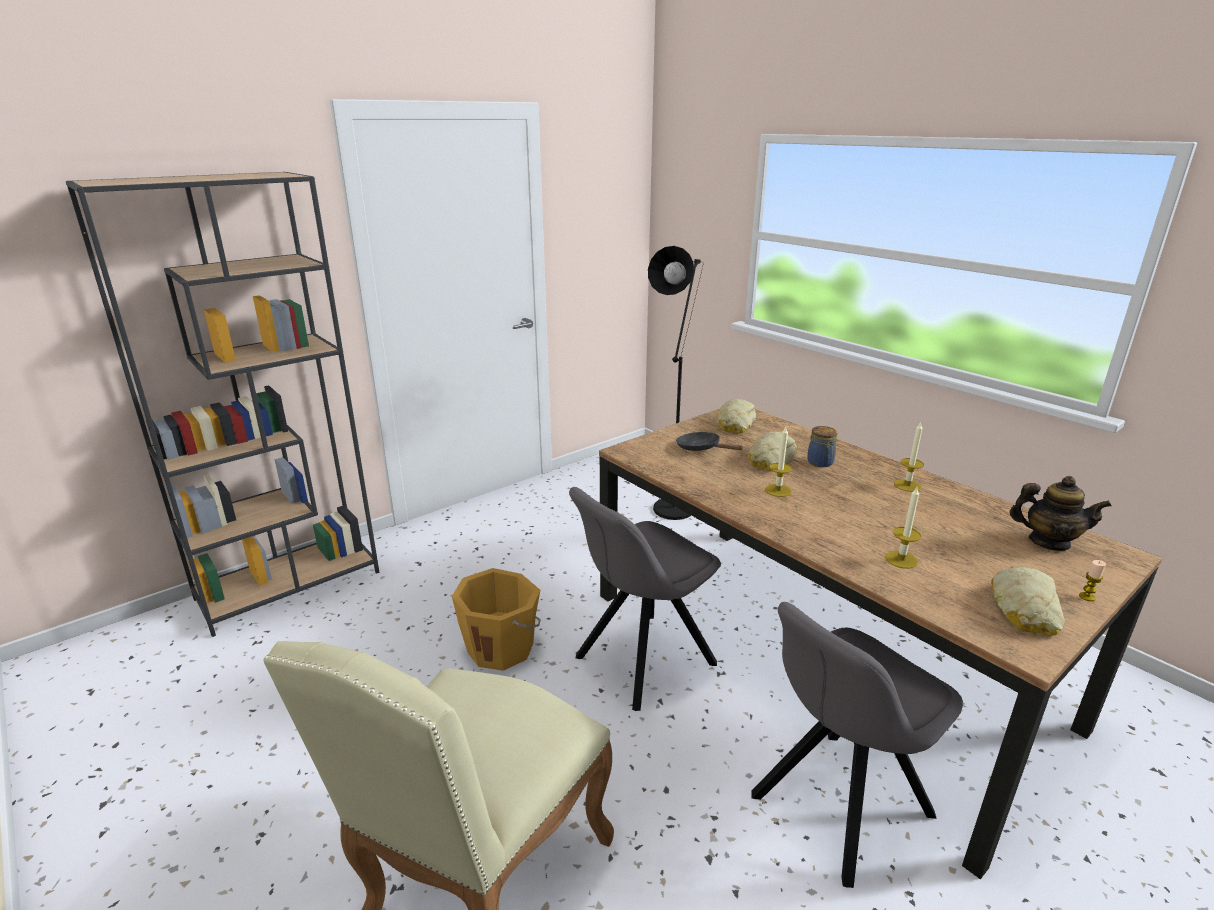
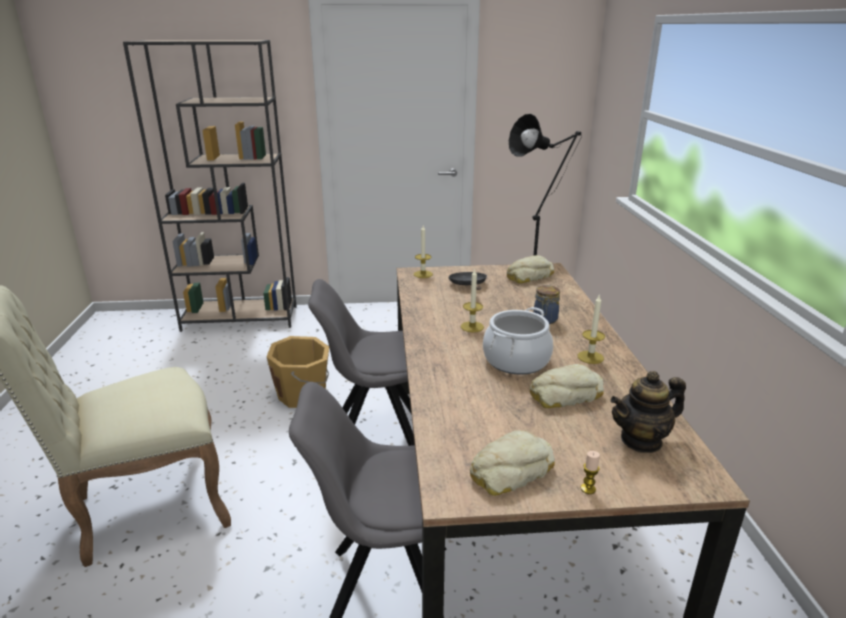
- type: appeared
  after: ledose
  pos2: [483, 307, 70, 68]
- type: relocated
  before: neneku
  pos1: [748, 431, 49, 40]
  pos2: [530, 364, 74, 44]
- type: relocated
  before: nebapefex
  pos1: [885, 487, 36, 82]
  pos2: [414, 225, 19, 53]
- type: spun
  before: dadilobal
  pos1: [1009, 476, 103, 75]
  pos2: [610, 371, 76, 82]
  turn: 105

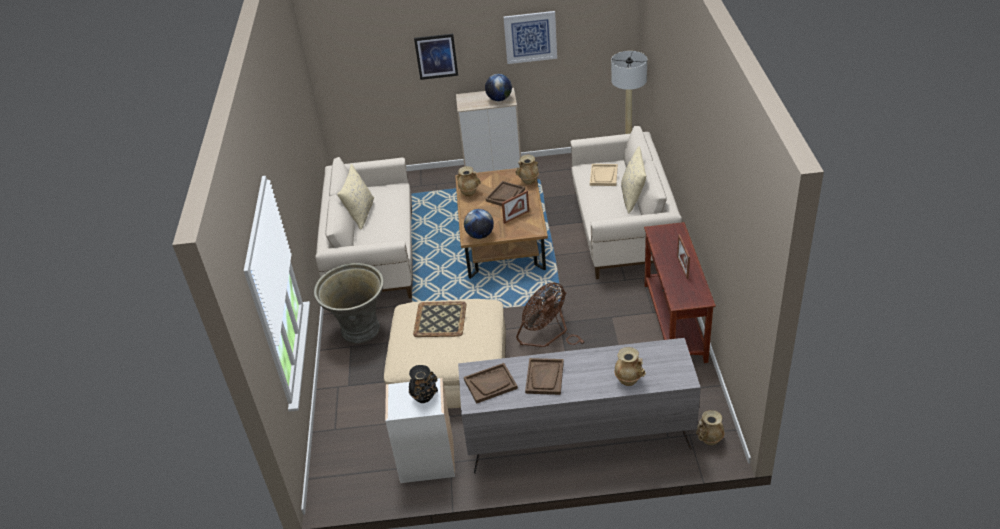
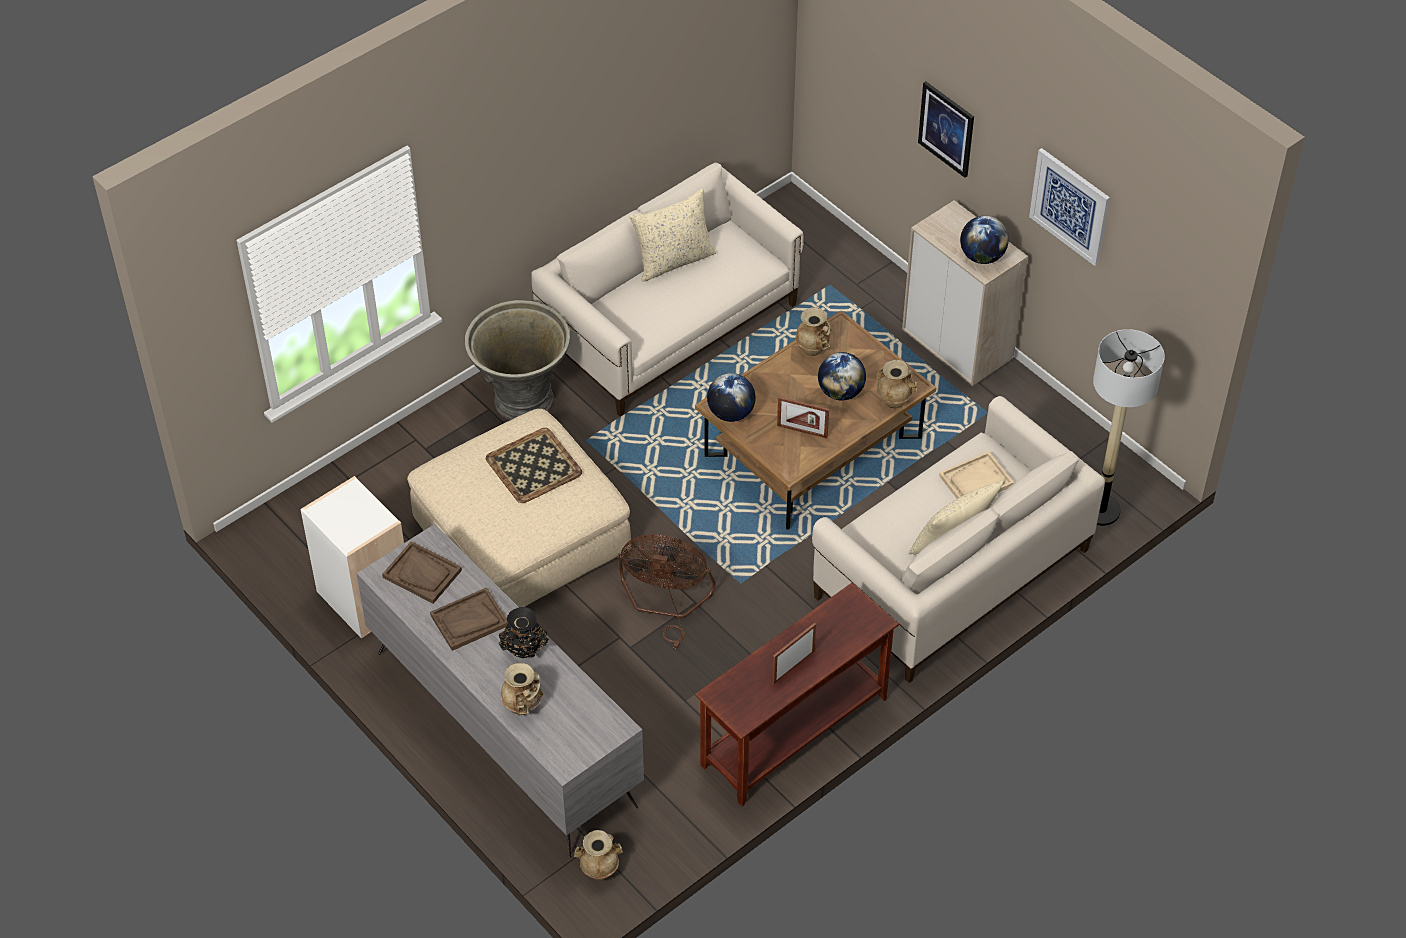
- type: relocated
  before: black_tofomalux
  pos1: [409, 365, 29, 38]
  pos2: [499, 607, 49, 51]
- type: exchanged
  before: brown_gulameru
  after: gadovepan
  pos1: [486, 181, 39, 25]
  pos2: [818, 352, 48, 49]

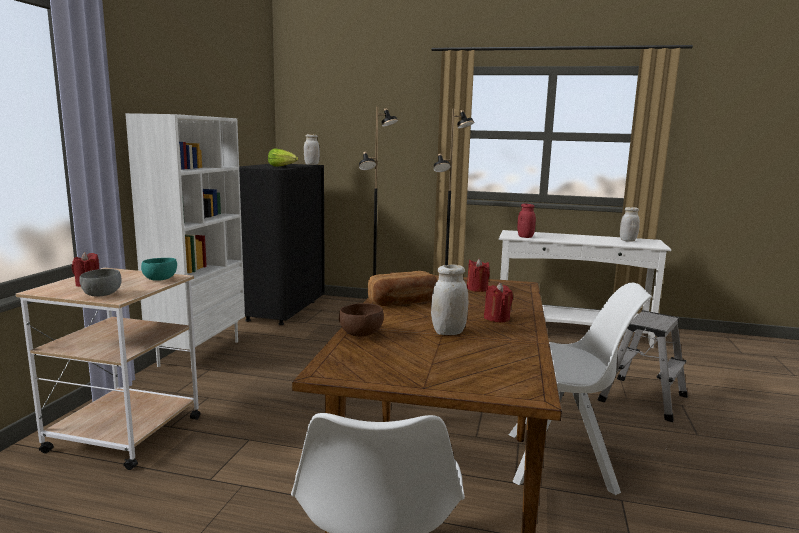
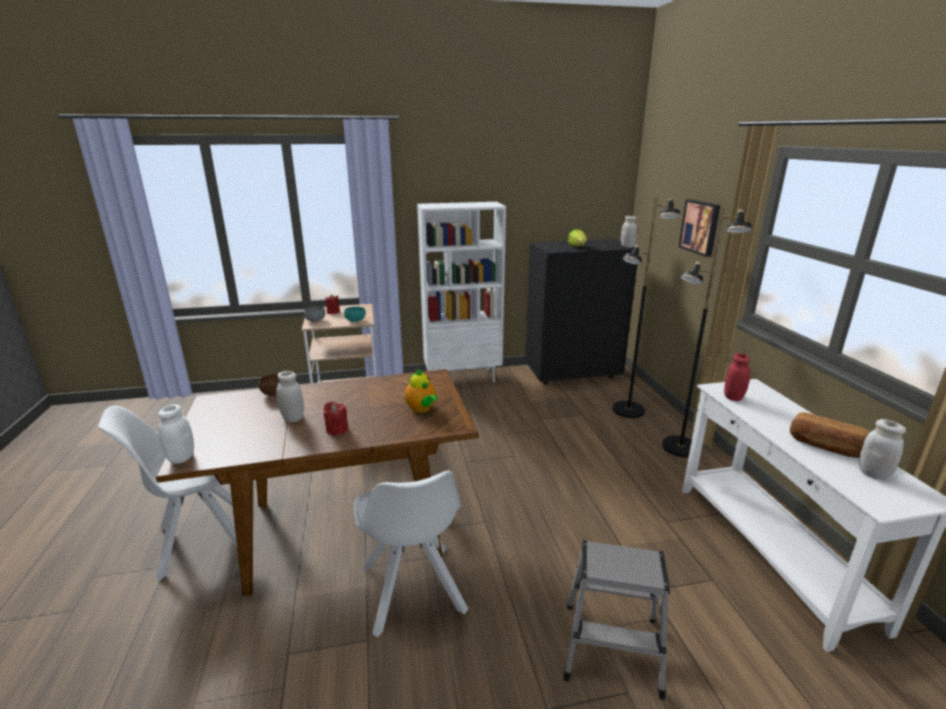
- type: appeared
  after: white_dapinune
  pos2: [158, 405, 36, 59]
- type: appeared
  after: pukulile
  pos2: [679, 199, 42, 58]
- type: relocated
  before: neneku
  pos1: [368, 271, 69, 35]
  pos2: [790, 412, 80, 46]
- type: exchanged
  before: red_nebapefex
  after: dadilobal
  pos1: [467, 258, 23, 34]
  pos2: [405, 369, 33, 44]

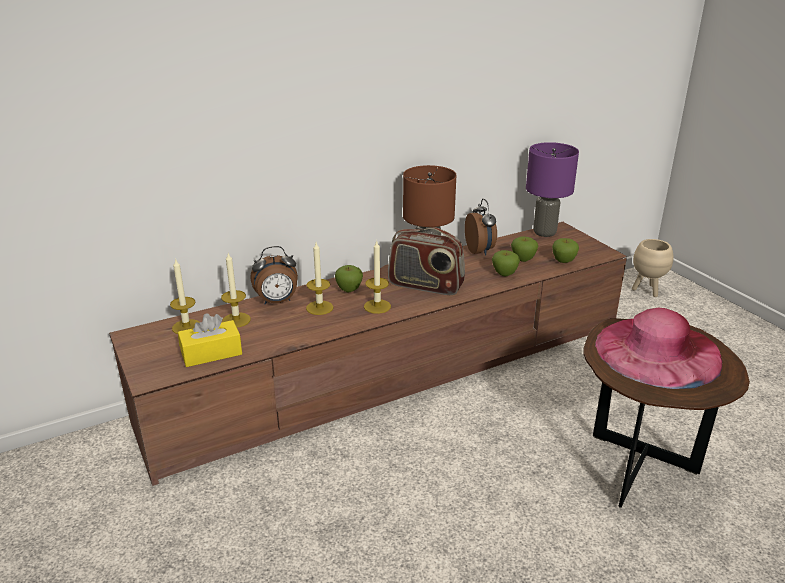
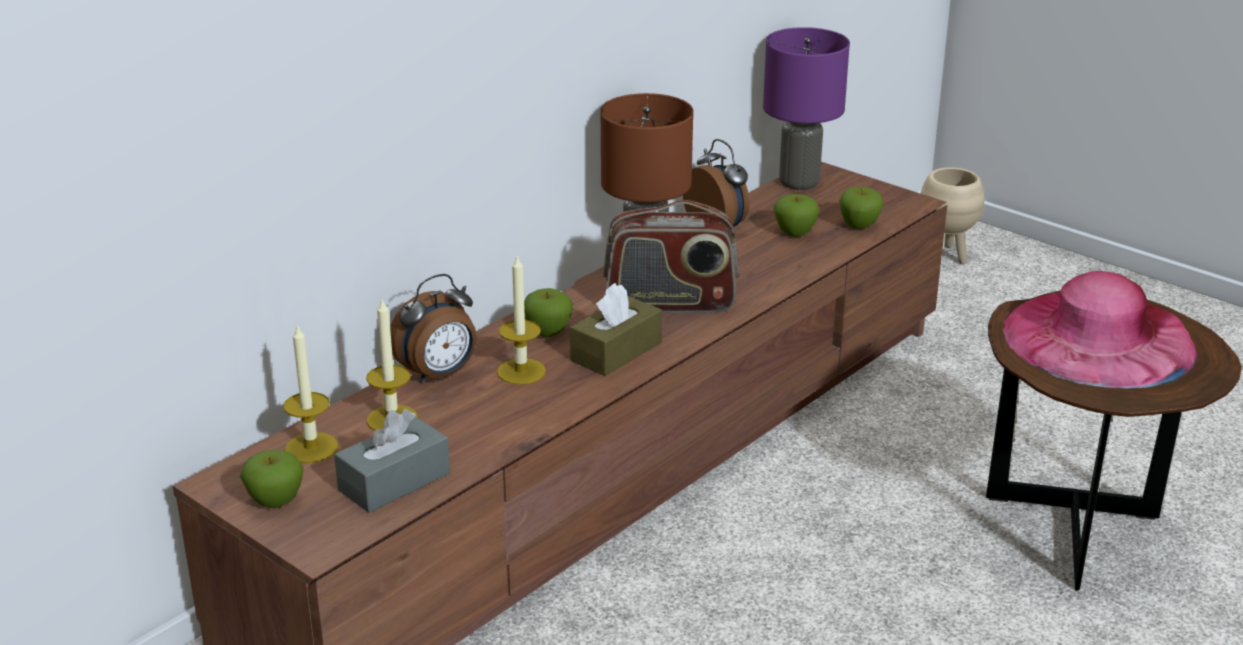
- type: relocated
  before: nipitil
  pos1: [492, 250, 28, 26]
  pos2: [240, 450, 64, 58]
- type: exchanged
  before: nebapefex
  after: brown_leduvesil
  pos1: [364, 240, 27, 74]
  pos2: [570, 283, 92, 93]
- type: colour
  before: yellow_leduvesil
  after: grey_leduvesil
  pos1: [178, 313, 64, 54]
  pos2: [334, 409, 116, 104]

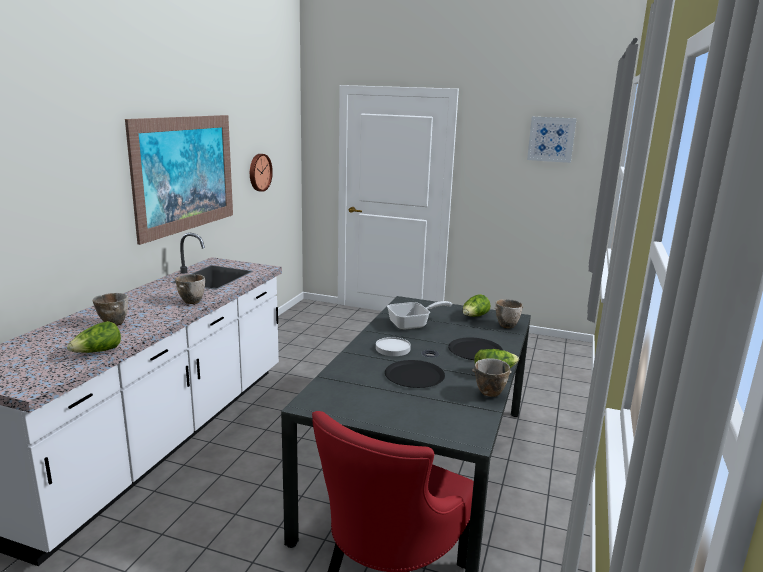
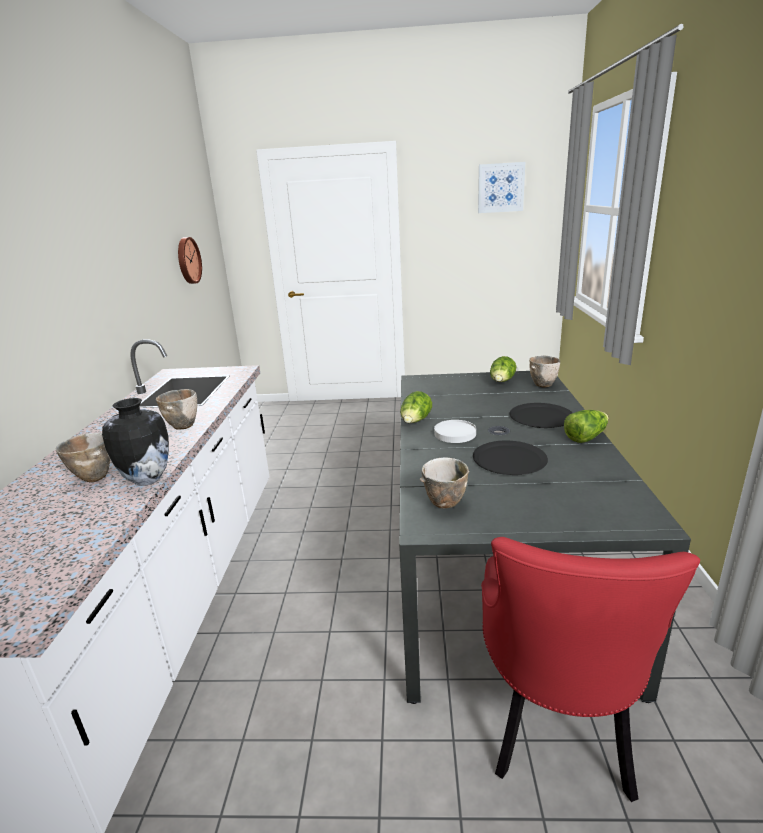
- type: missing
  before: pukulile
  pos1: [125, 115, 108, 130]
- type: missing
  before: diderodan
  pos1: [387, 301, 65, 29]
- type: appeared
  after: tofomalux
  pos2: [102, 398, 67, 88]
- type: relocated
  before: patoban
  pos1: [67, 321, 54, 32]
  pos2: [400, 391, 32, 32]
- type: relocated
  before: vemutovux
  pos1: [472, 358, 40, 39]
  pos2: [420, 457, 50, 51]

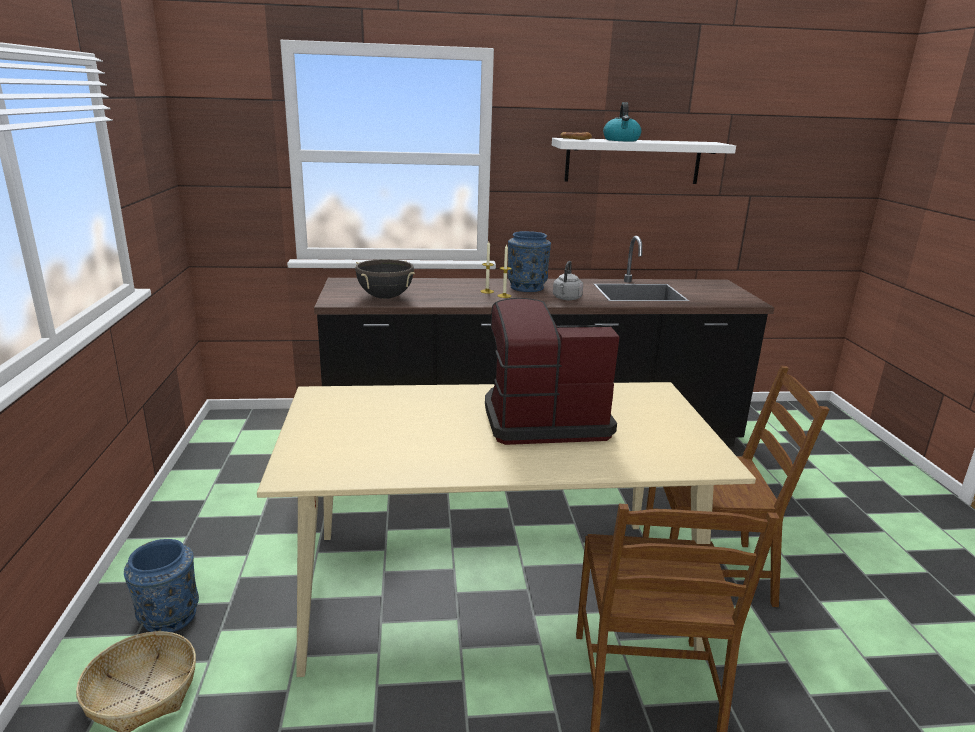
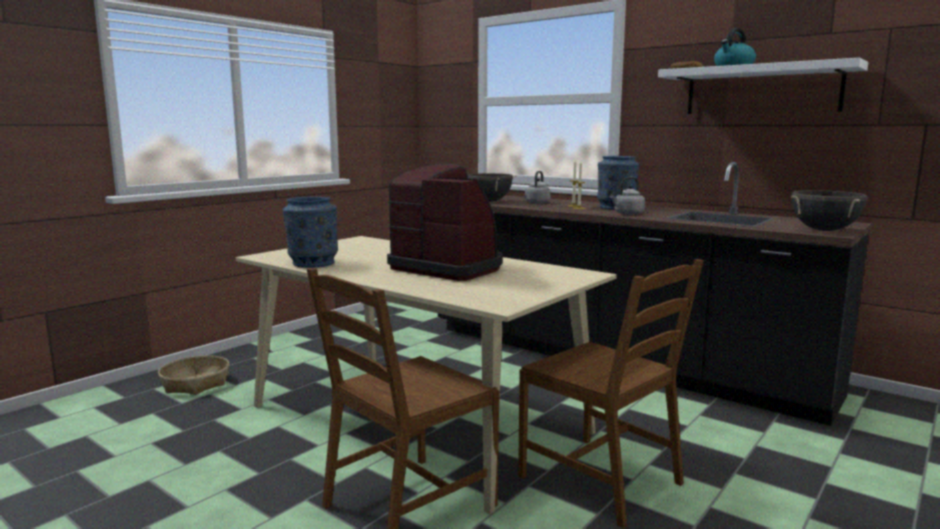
- type: appeared
  after: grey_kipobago
  pos2: [525, 171, 26, 33]
- type: appeared
  after: black_ledose
  pos2: [790, 190, 77, 41]
- type: relocated
  before: blue_tofomalux
  pos1: [124, 539, 75, 93]
  pos2: [283, 197, 55, 71]

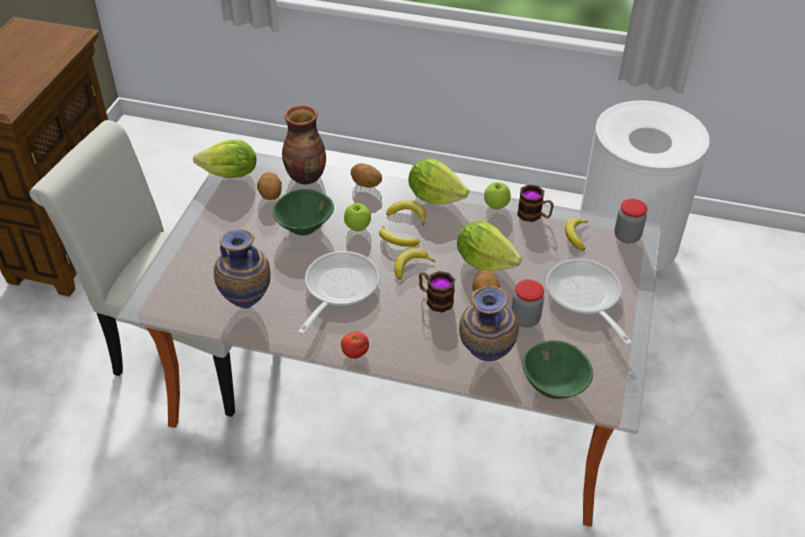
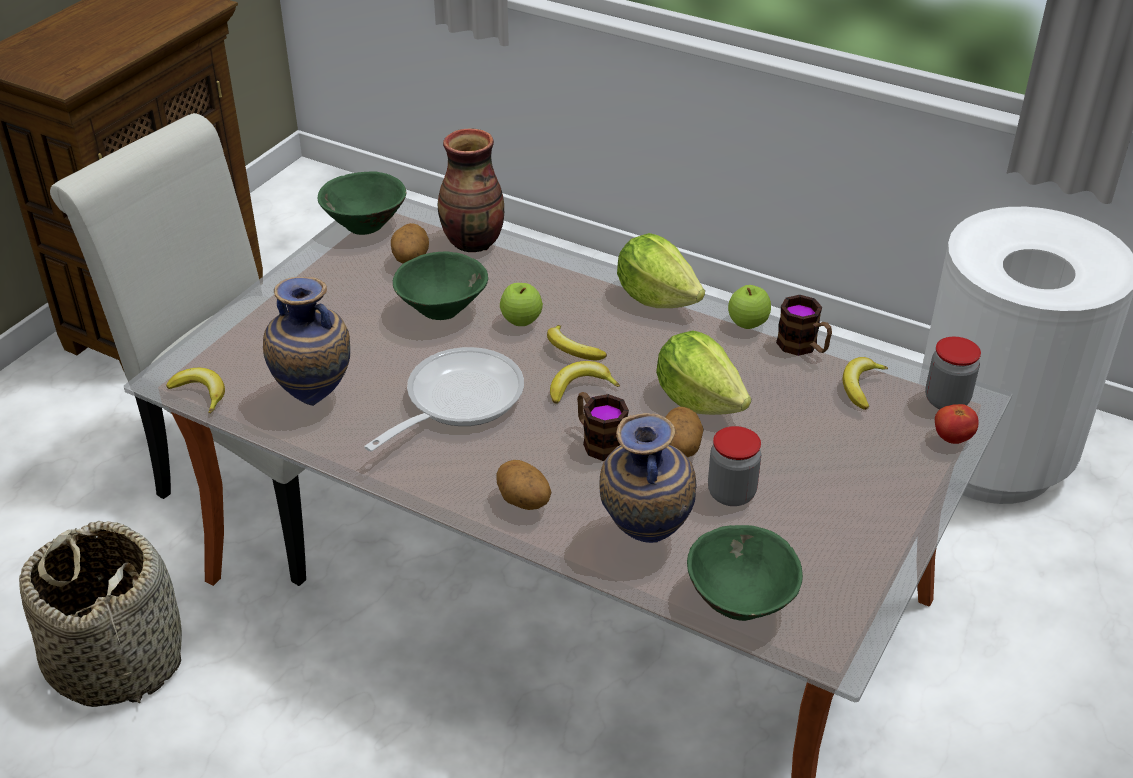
- type: missing
  before: diderodan
  pos1: [546, 259, 86, 86]
- type: appeared
  after: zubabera
  pos2: [19, 521, 163, 186]
- type: relocated
  before: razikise
  pos1: [341, 332, 28, 27]
  pos2: [935, 404, 44, 40]
- type: relocated
  before: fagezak
  pos1: [351, 163, 31, 25]
  pos2: [496, 460, 56, 50]
- type: relocated
  before: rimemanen
  pos1: [386, 200, 40, 26]
  pos2: [166, 367, 59, 47]
- type: exchanged
  before: patoban
  after: green_vemutovux
  pos1: [193, 139, 63, 39]
  pos2: [318, 172, 88, 63]

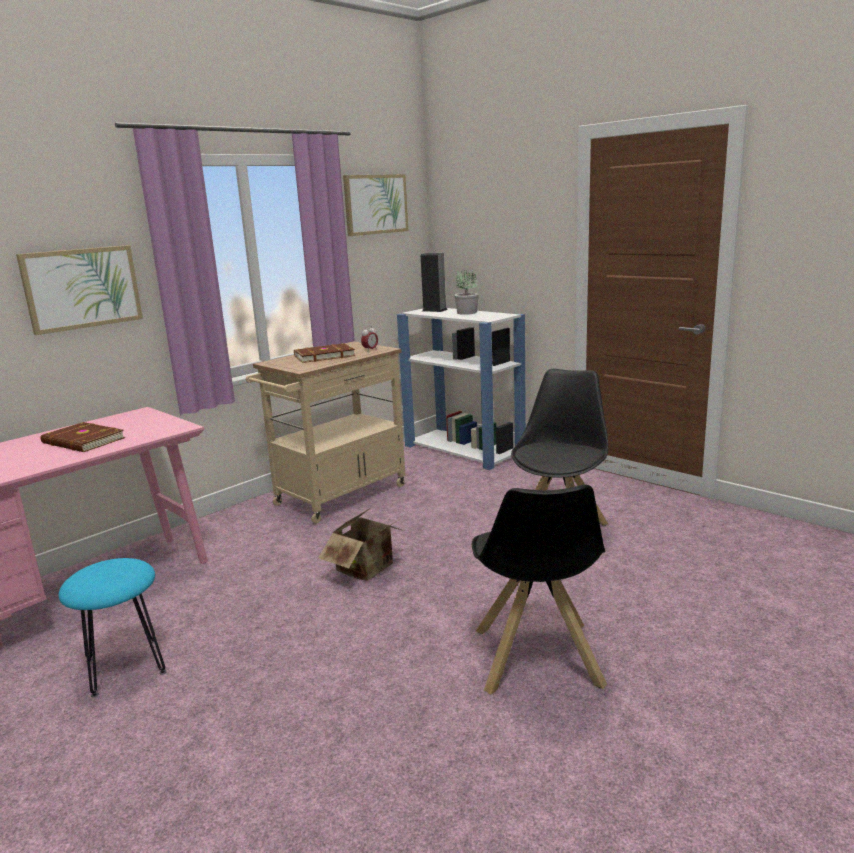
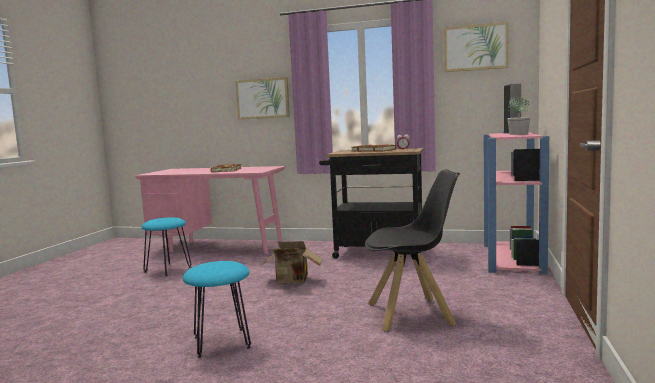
- type: exchanged
  before: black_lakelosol
  after: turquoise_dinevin
  pos1: [472, 484, 135, 211]
  pos2: [183, 261, 68, 97]
- type: colour
  before: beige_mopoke
  after: black_mopoke
  pos1: [246, 342, 159, 181]
  pos2: [319, 148, 105, 111]
- type: colour
  before: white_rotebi
  after: pink_rotebi
  pos1: [397, 308, 129, 162]
  pos2: [484, 132, 65, 142]

